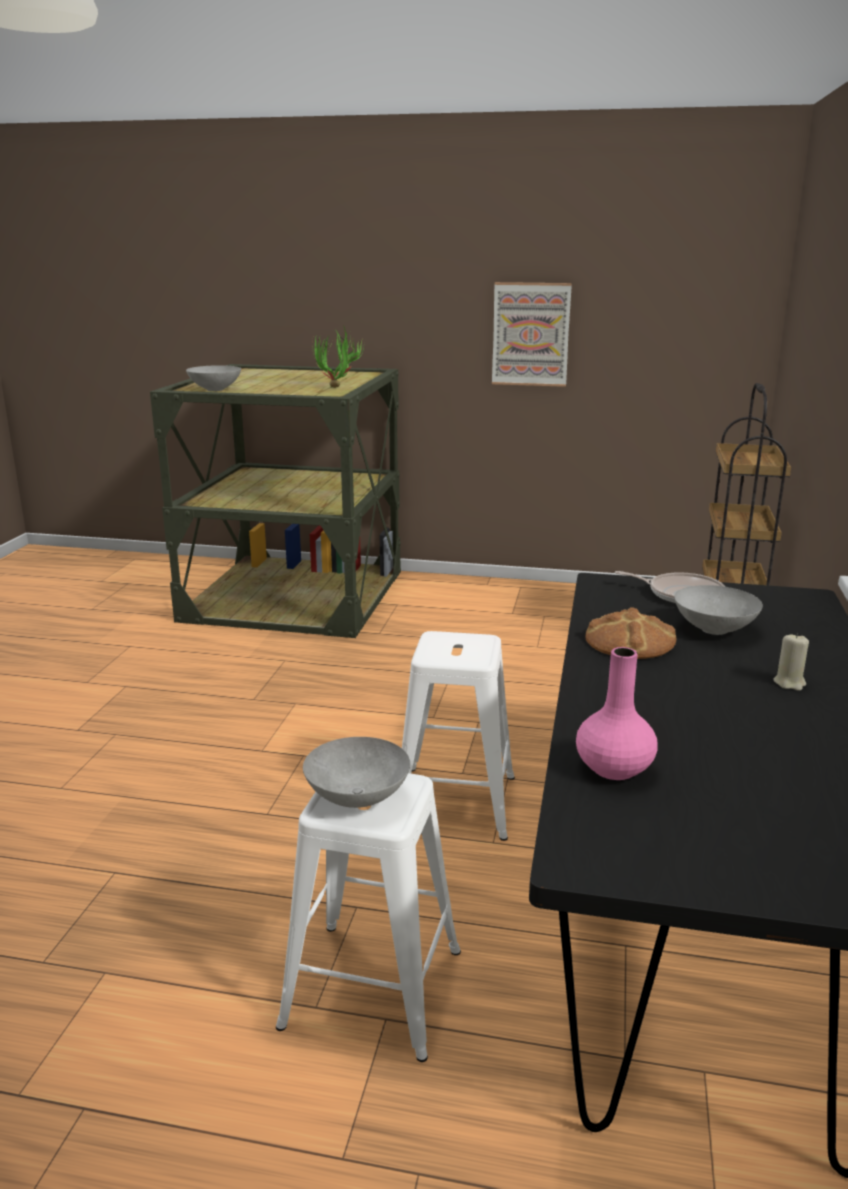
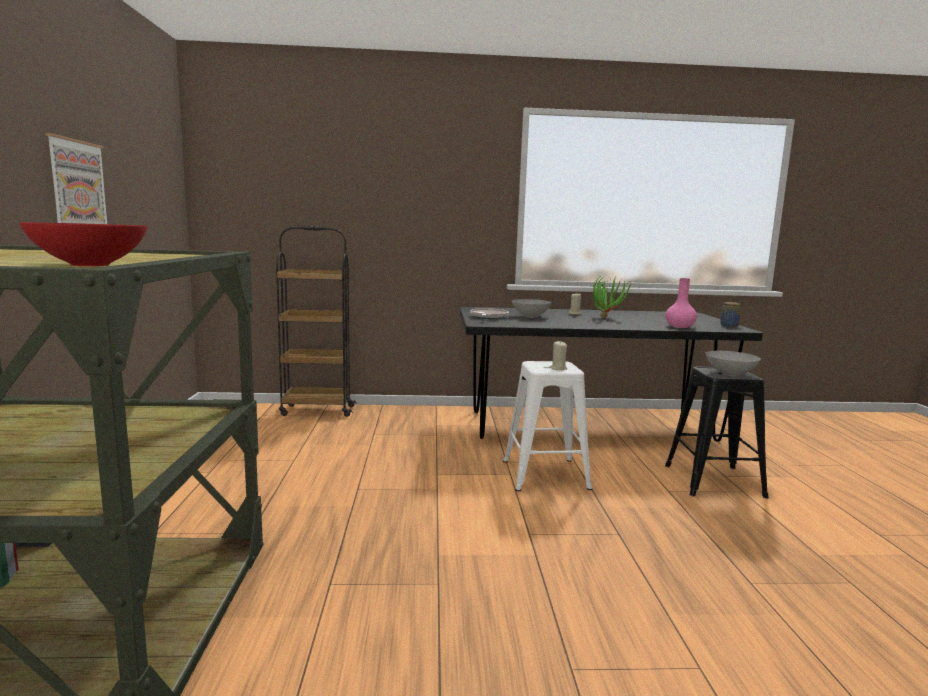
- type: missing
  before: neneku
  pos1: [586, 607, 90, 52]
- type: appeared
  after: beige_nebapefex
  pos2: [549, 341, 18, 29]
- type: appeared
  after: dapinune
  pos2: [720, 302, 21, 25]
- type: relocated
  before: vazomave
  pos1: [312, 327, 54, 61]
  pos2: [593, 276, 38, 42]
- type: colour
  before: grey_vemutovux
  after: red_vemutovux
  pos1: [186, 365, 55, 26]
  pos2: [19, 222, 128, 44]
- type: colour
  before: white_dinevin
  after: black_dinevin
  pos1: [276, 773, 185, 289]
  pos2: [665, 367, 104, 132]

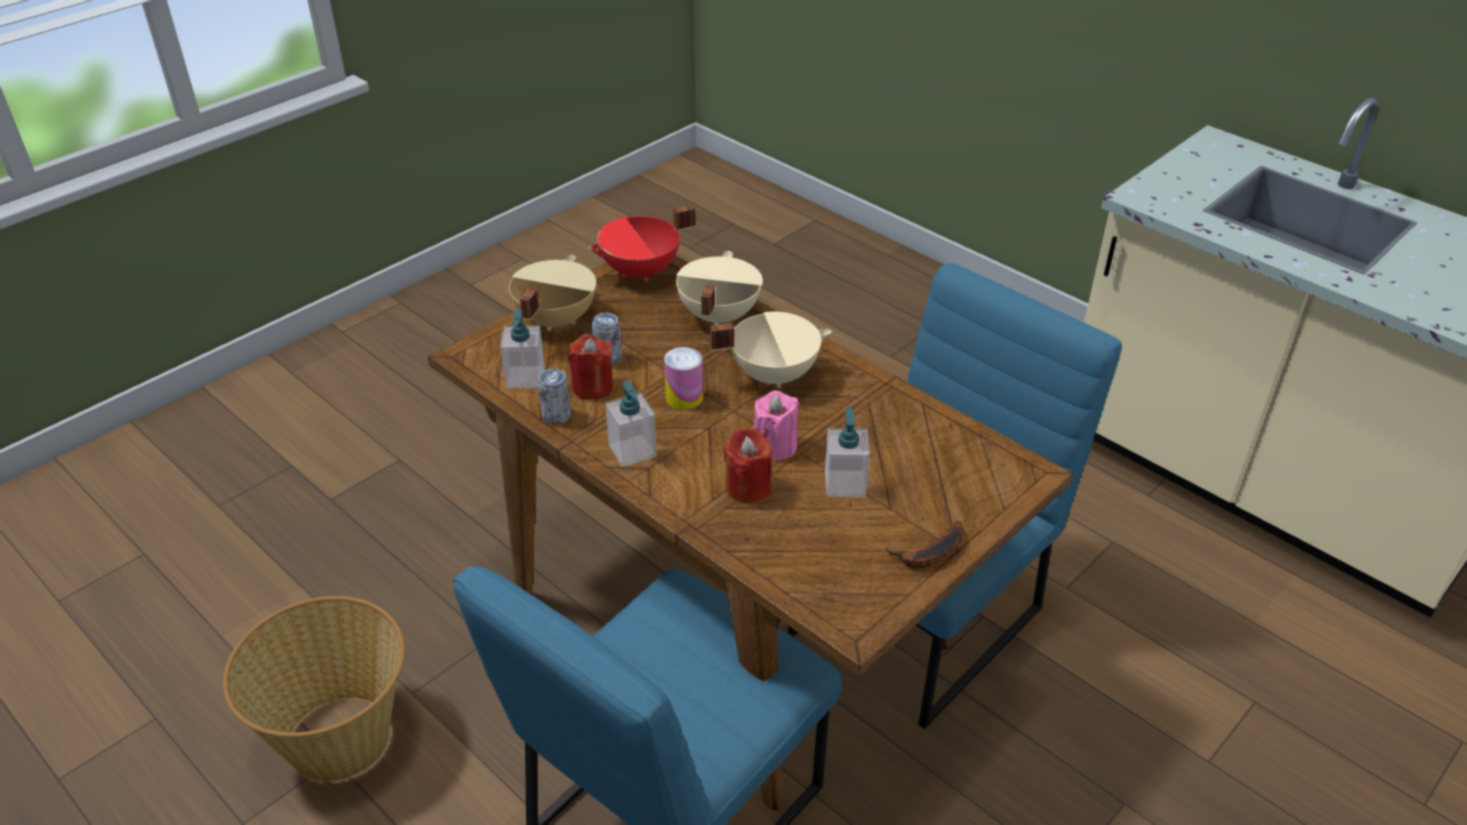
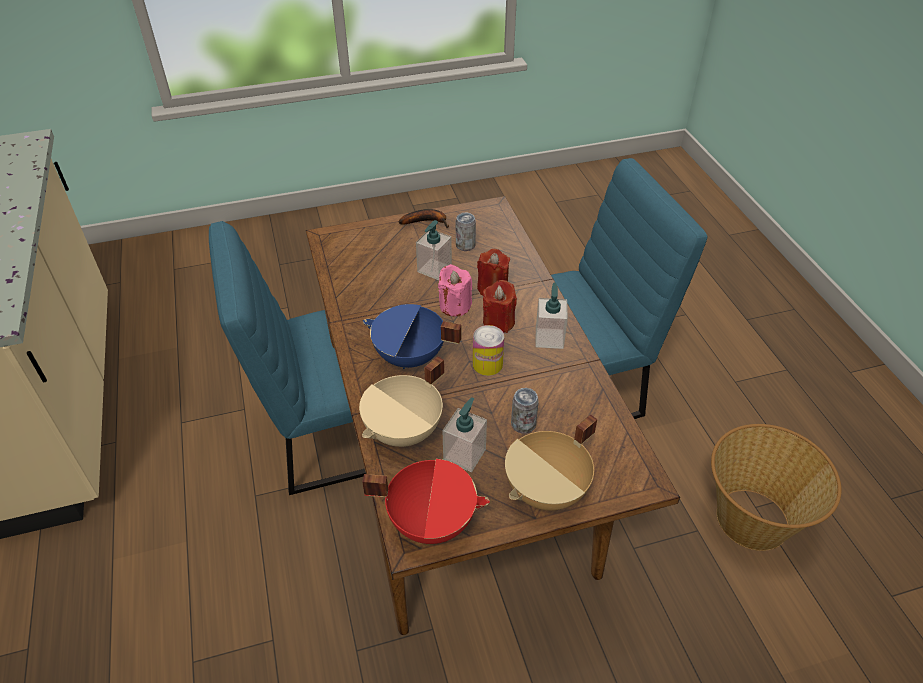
- type: relocated
  before: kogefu
  pos1: [501, 309, 44, 79]
  pos2: [443, 397, 44, 75]
- type: relocated
  before: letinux
  pos1: [538, 368, 33, 57]
  pos2: [456, 213, 20, 38]
- type: relocated
  before: red_nebapefex
  pos1: [568, 334, 45, 66]
  pos2: [483, 280, 34, 53]
- type: colour
  before: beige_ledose
  after: blue_ledose
  pos1: [710, 312, 122, 76]
  pos2: [363, 304, 98, 65]

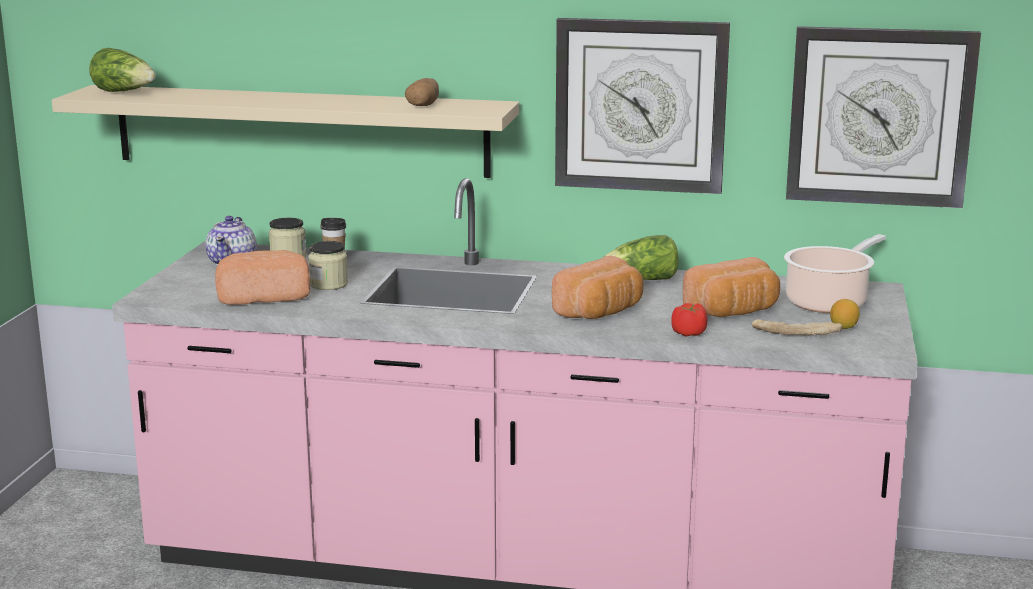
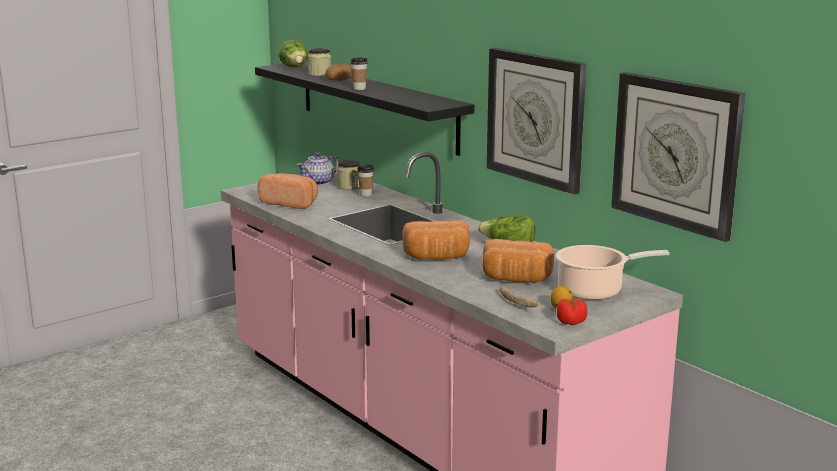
- type: appeared
  after: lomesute
  pos2: [350, 58, 18, 32]
- type: relocated
  before: dapinune
  pos1: [308, 241, 40, 49]
  pos2: [308, 48, 23, 28]
- type: relocated
  before: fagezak
  pos1: [405, 78, 34, 28]
  pos2: [325, 64, 27, 17]
- type: relocated
  before: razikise
  pos1: [671, 303, 36, 33]
  pos2: [557, 298, 30, 27]
- type: colour
  before: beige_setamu
  after: black_setamu
  pos1: [52, 85, 467, 93]
  pos2: [255, 64, 219, 92]

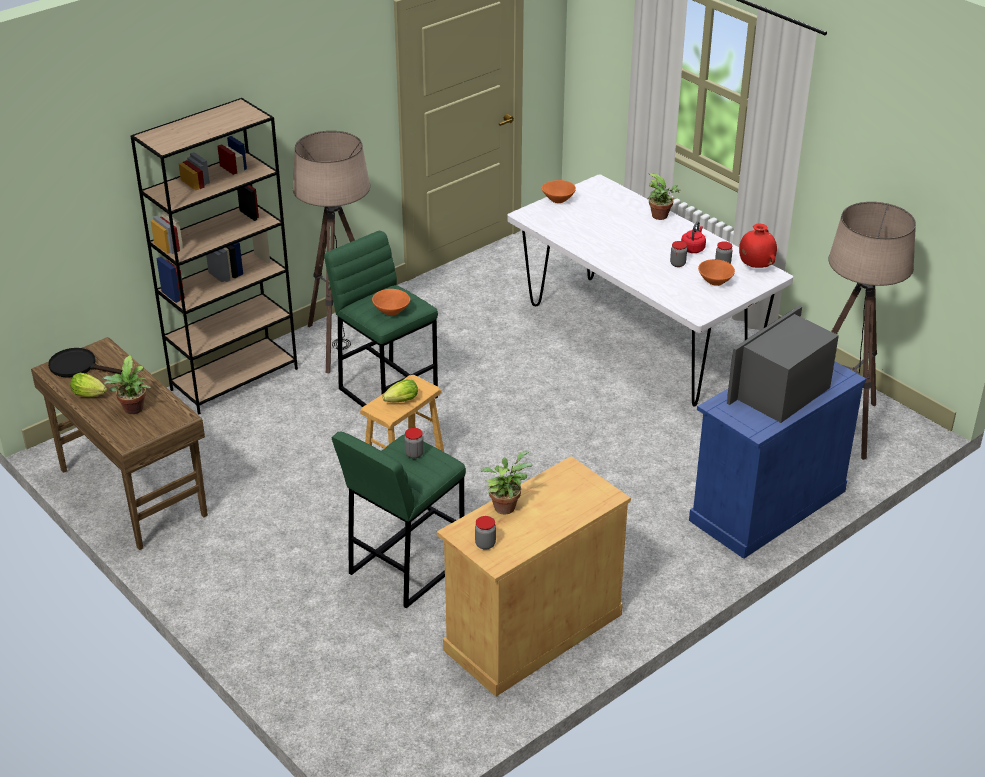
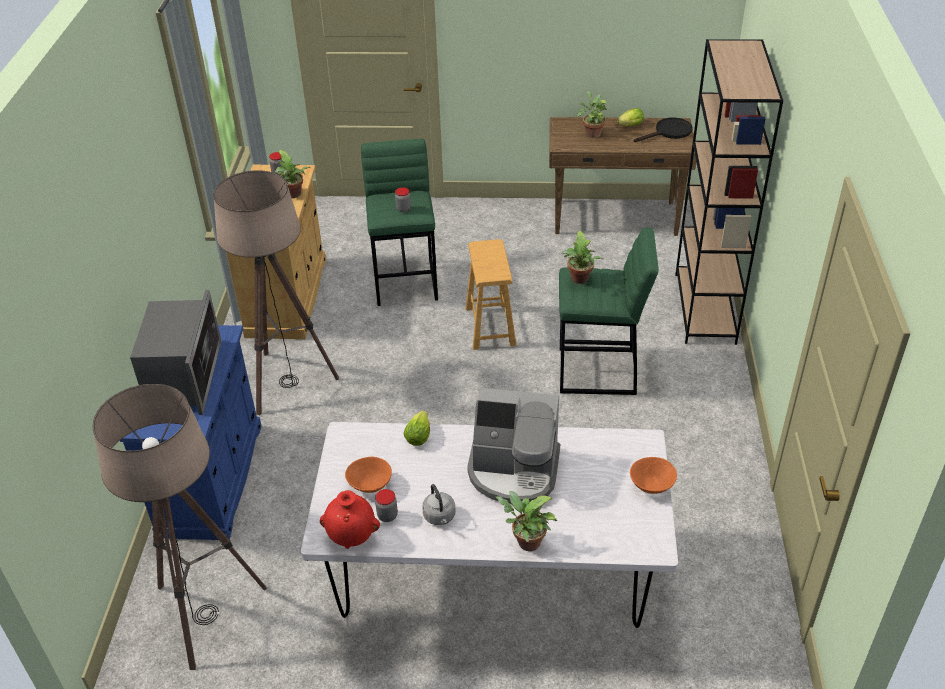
- type: missing
  before: dapinune
  pos1: [670, 241, 17, 26]
- type: appeared
  after: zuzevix
  pos2: [467, 388, 93, 116]
- type: relocated
  before: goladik
  pos1: [293, 131, 77, 242]
  pos2: [213, 170, 126, 246]
- type: relocated
  before: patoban
  pos1: [382, 379, 36, 24]
  pos2: [404, 410, 26, 36]
- type: exchanged
  before: orange_vemutovux
  after: vazomave
  pos1: [372, 289, 38, 27]
  pos2: [562, 231, 42, 53]
- type: colour
  before: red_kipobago
  after: grey_kipobago
  pos1: [681, 221, 25, 32]
  pos2: [422, 484, 34, 41]

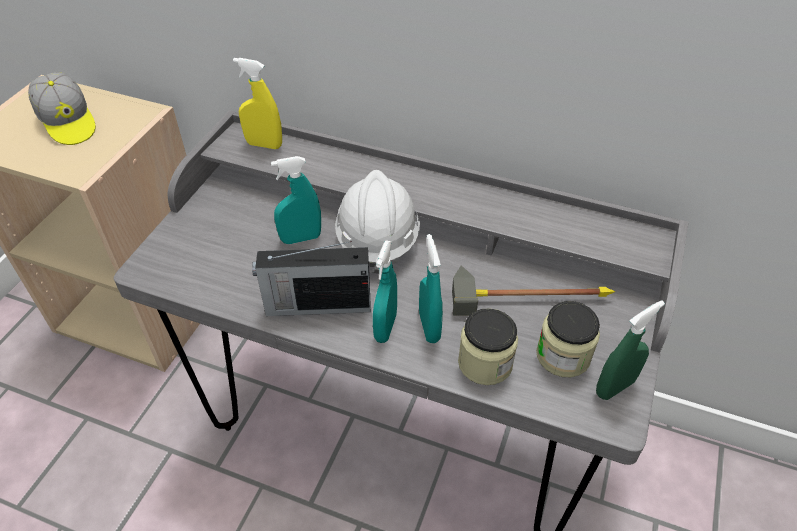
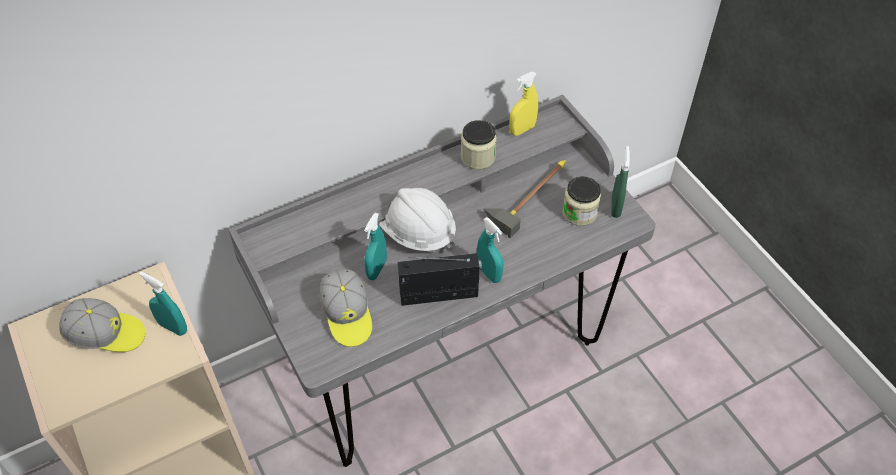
- type: appeared
  after: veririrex
  pos2: [320, 269, 52, 78]
- type: relocated
  before: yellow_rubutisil
  pos1: [233, 58, 49, 91]
  pos2: [509, 72, 29, 64]
- type: relocated
  before: turquoise_rubutisil
  pos1: [419, 234, 24, 109]
  pos2: [139, 272, 48, 64]
- type: relocated
  before: dapinune
  pos1: [458, 308, 60, 77]
  pos2: [461, 120, 36, 49]
- type: spun
  before: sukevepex
  pos1: [252, 241, 119, 75]
  pos2: [398, 253, 84, 53]
  turn: -135

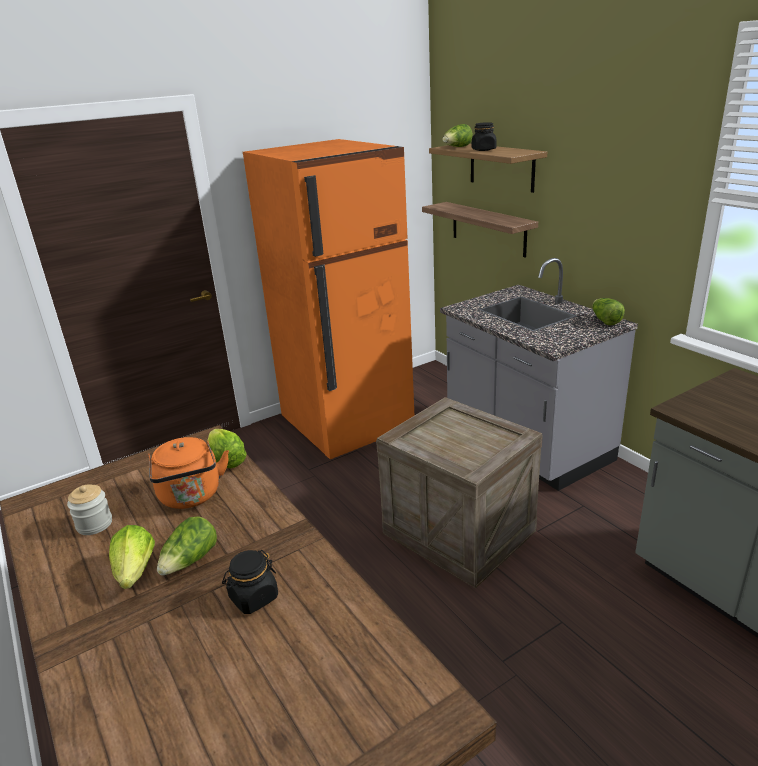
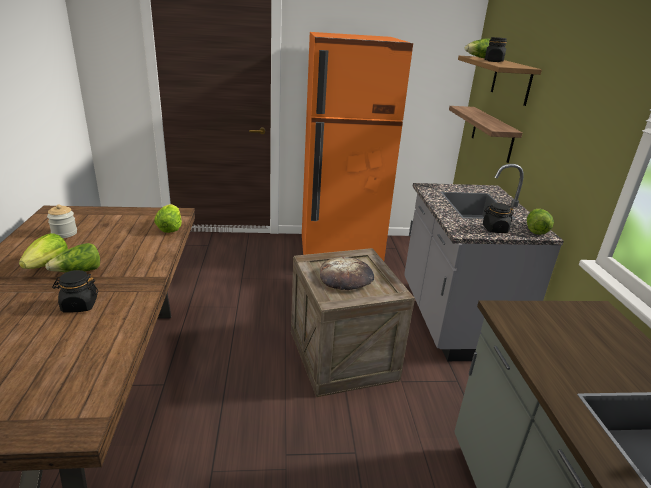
- type: missing
  before: orange_kipobago
  pos1: [149, 437, 80, 72]
- type: appeared
  after: neneku
  pos2: [320, 257, 54, 33]
- type: appeared
  after: black_dapinune
  pos2: [483, 203, 31, 30]

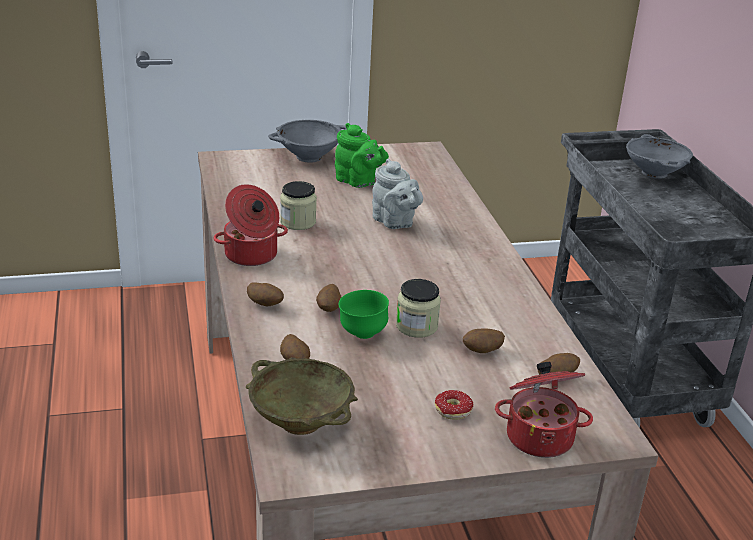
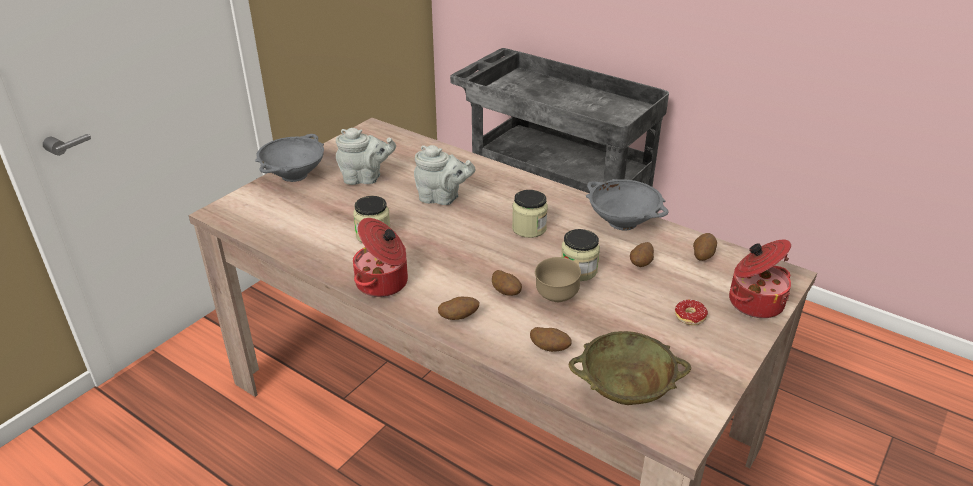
- type: appeared
  after: dapinune
  pos2: [512, 190, 36, 48]
- type: relocated
  before: grey_vemutovux
  pos1: [626, 134, 67, 45]
  pos2: [586, 179, 83, 52]
- type: colour
  before: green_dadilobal
  after: grey_dadilobal
  pos1: [335, 123, 54, 65]
  pos2: [336, 128, 60, 57]
- type: colour
  before: green_vemutovux
  after: brown_vemutovux
  pos1: [339, 290, 50, 49]
  pos2: [535, 257, 46, 45]

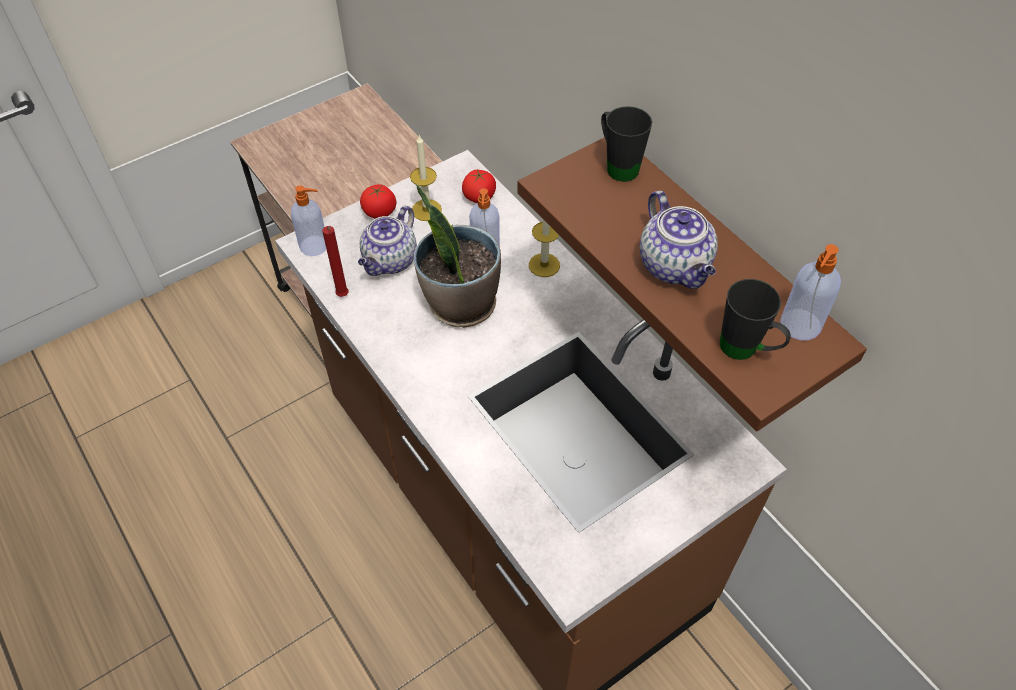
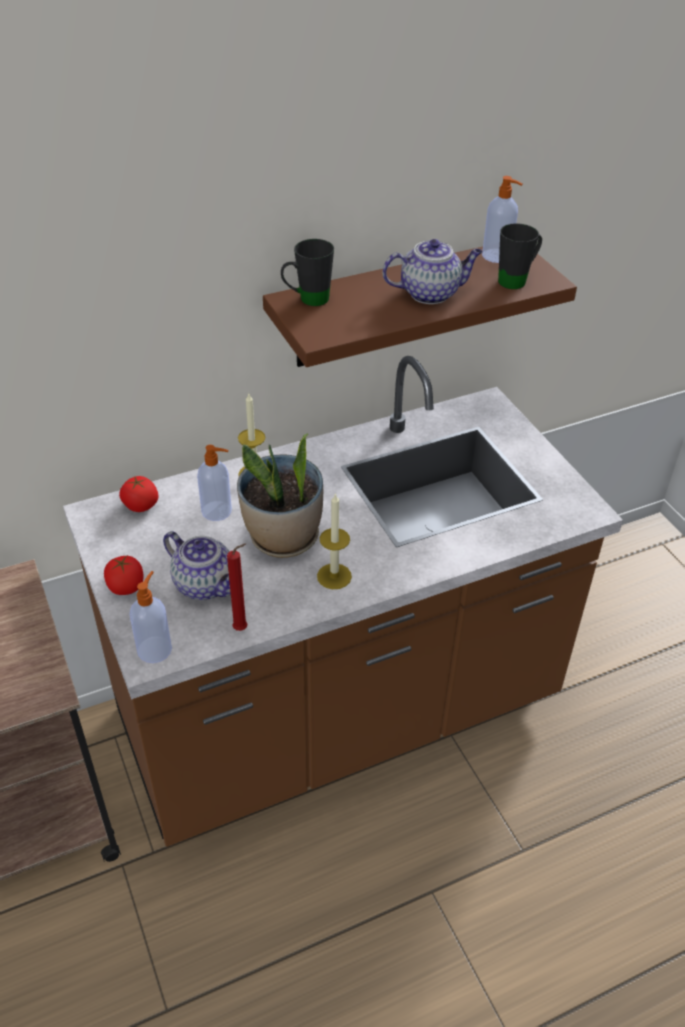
- type: relocated
  before: nebapefex
  pos1: [410, 135, 32, 86]
  pos2: [317, 493, 35, 96]

